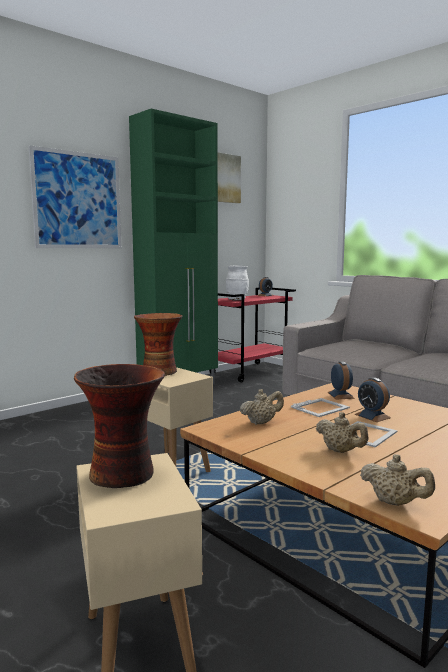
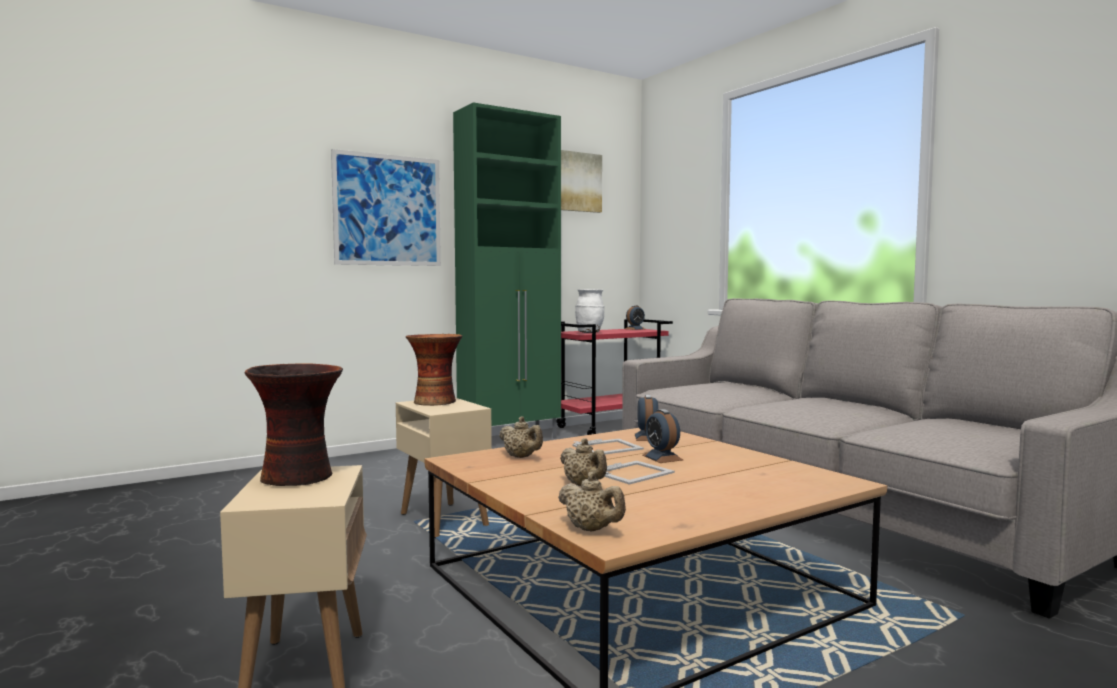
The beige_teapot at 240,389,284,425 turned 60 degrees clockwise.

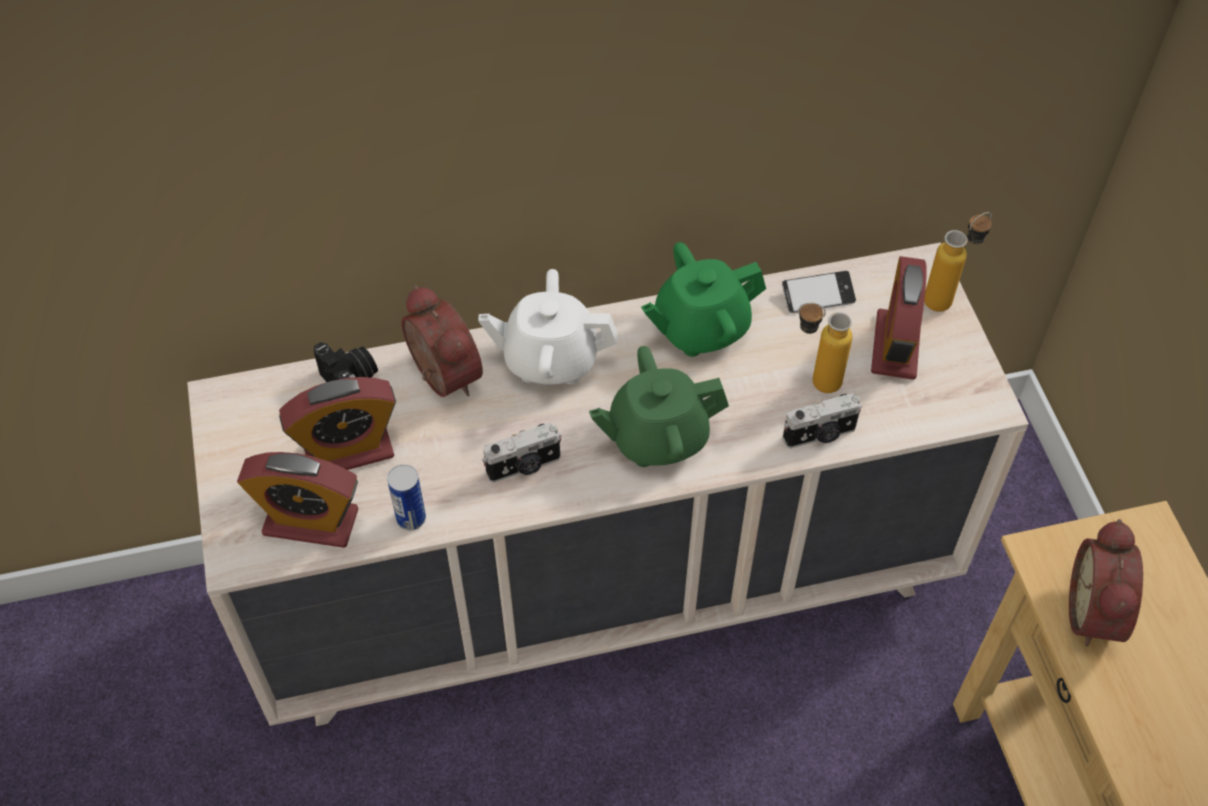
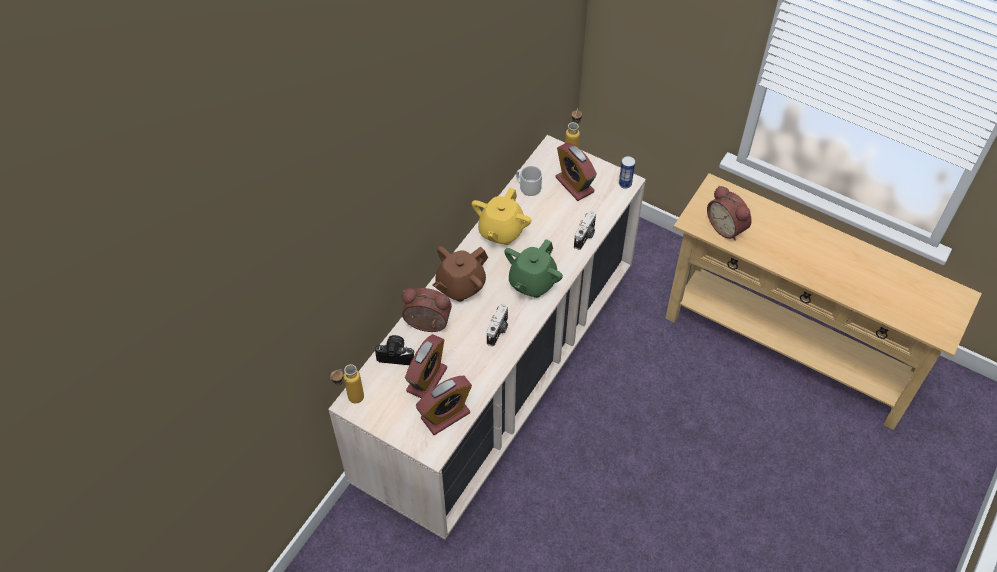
The can moved from 387,465,426,530 to 619,156,635,189. The white_teapot at 478,269,618,385 became the brown_teapot at 433,246,488,302. The green_teapot at 641,242,766,357 became the yellow_teapot at 472,187,531,245. The phone at 782,271,856,313 was replaced by the grey_mug at 516,166,542,196. The bottle moved from 798,303,852,393 to 330,364,364,403.

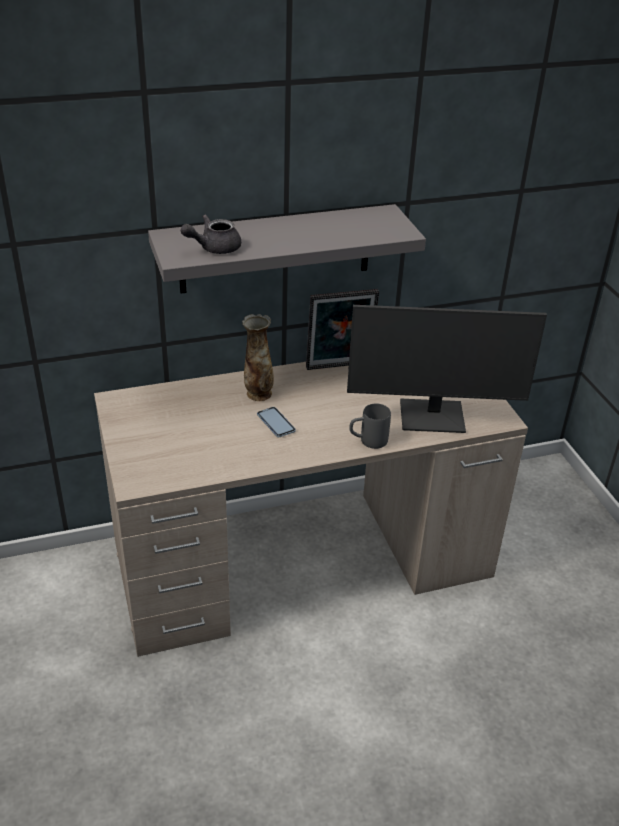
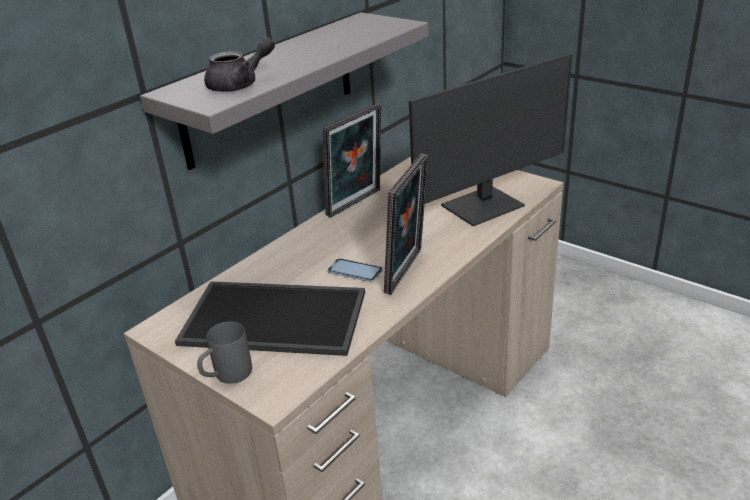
The grey_teapot at 181,215,241,254 turned 150 degrees counterclockwise. The vase at 242,314,274,401 disappeared. The grey_mug moved from 349,403,391,449 to 197,322,252,384. The tray at 175,281,365,356 appeared. The picture_frame at 384,153,428,295 appeared.

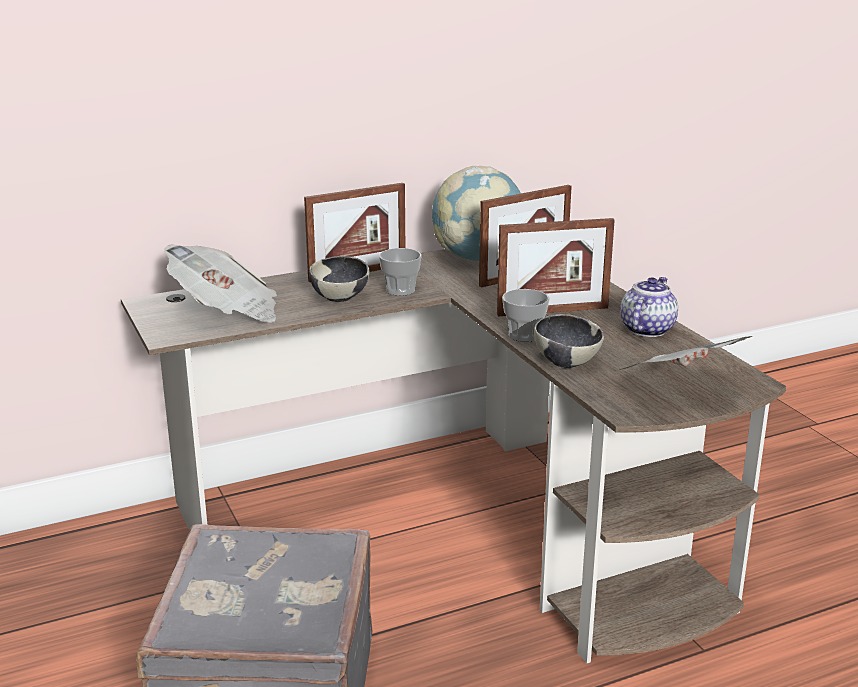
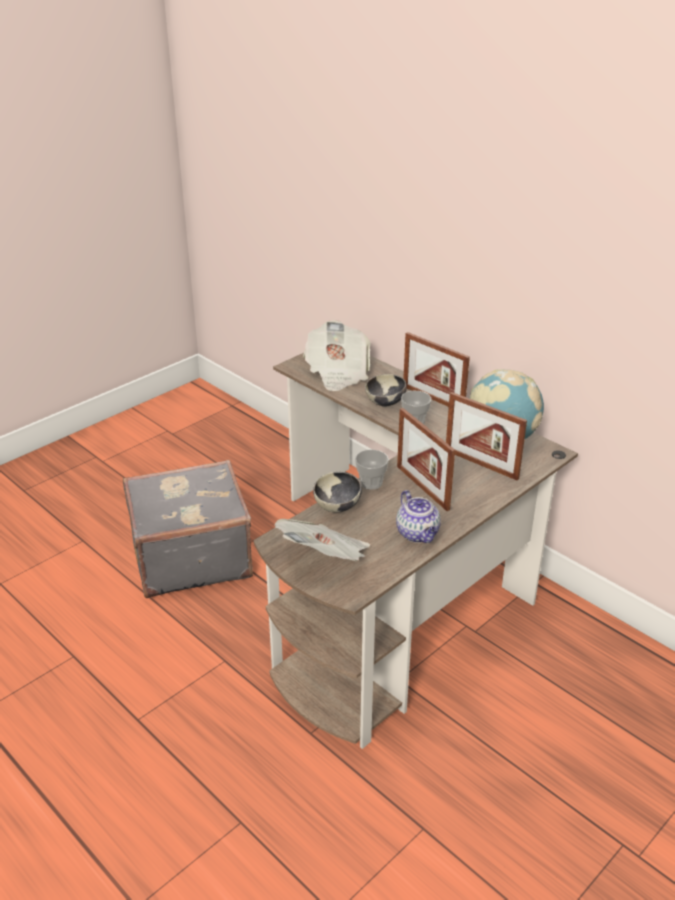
The teapot at 620,277,678,337 turned 60 degrees clockwise.

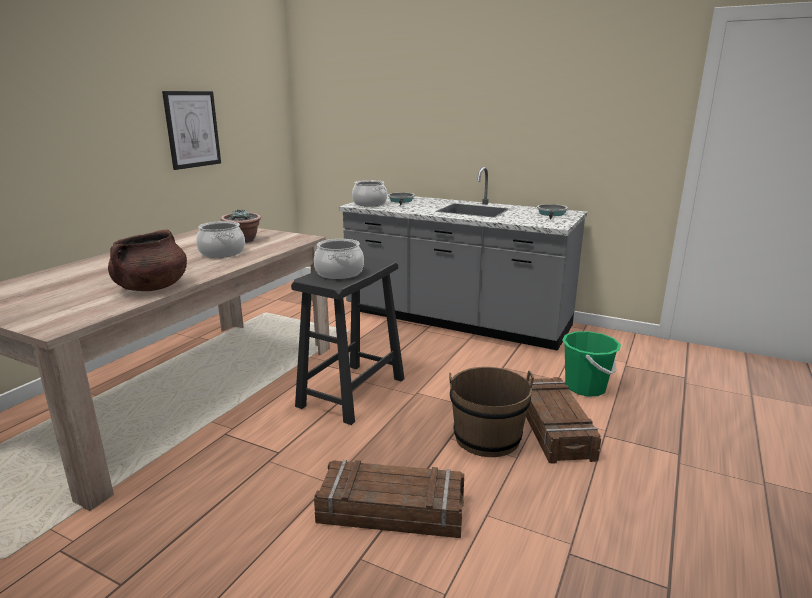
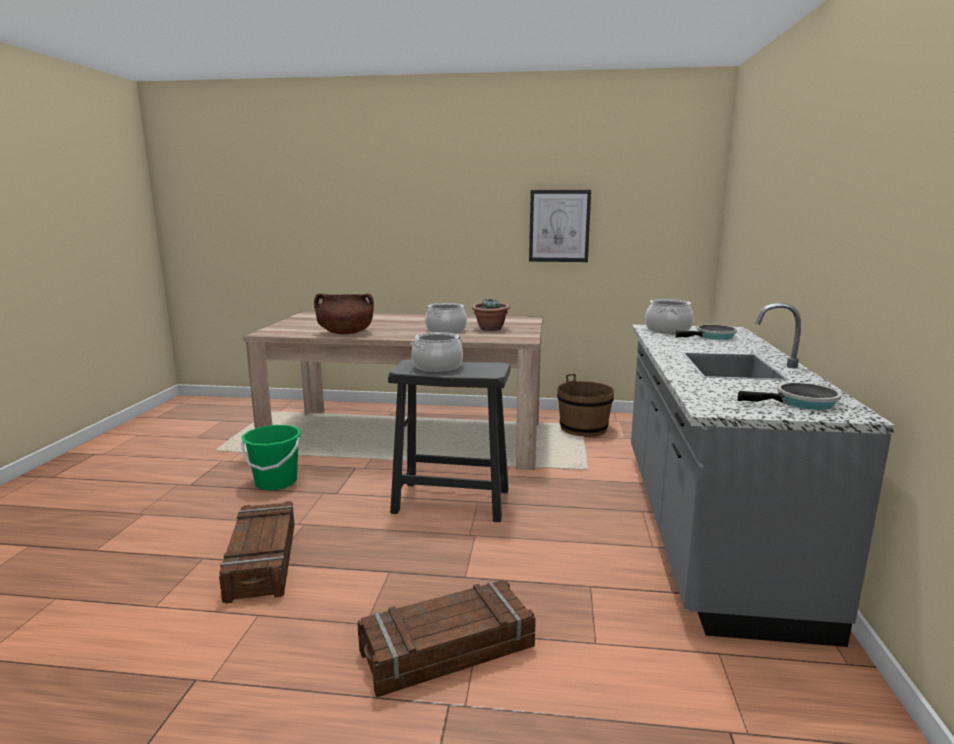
The brown_bucket moved from 449,367,534,457 to 557,374,615,437. The green_bucket moved from 562,331,621,397 to 241,425,301,490.

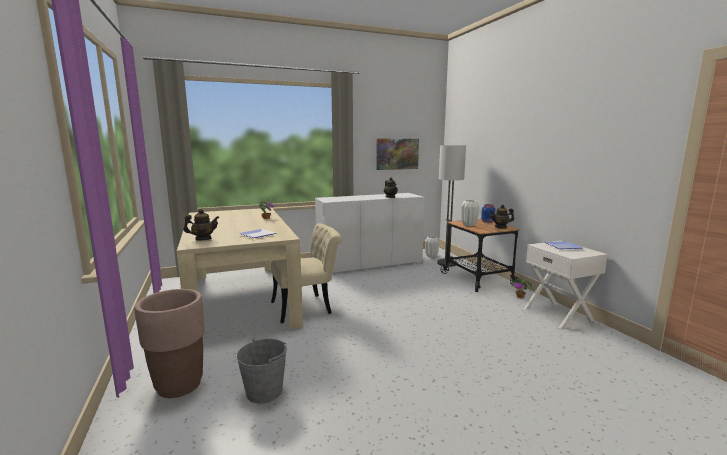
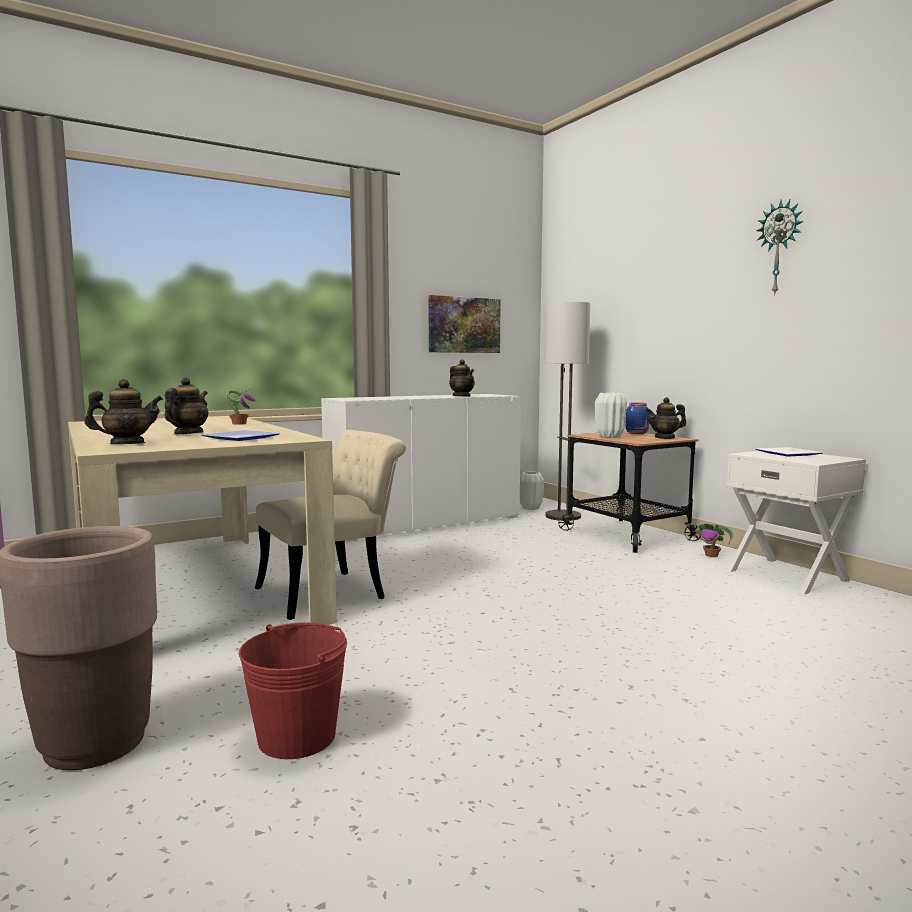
The grey_bucket at 236,338,287,404 became the red_bucket at 239,622,347,759. The teapot at 164,377,209,434 appeared. The wall_clock at 756,200,804,295 appeared.

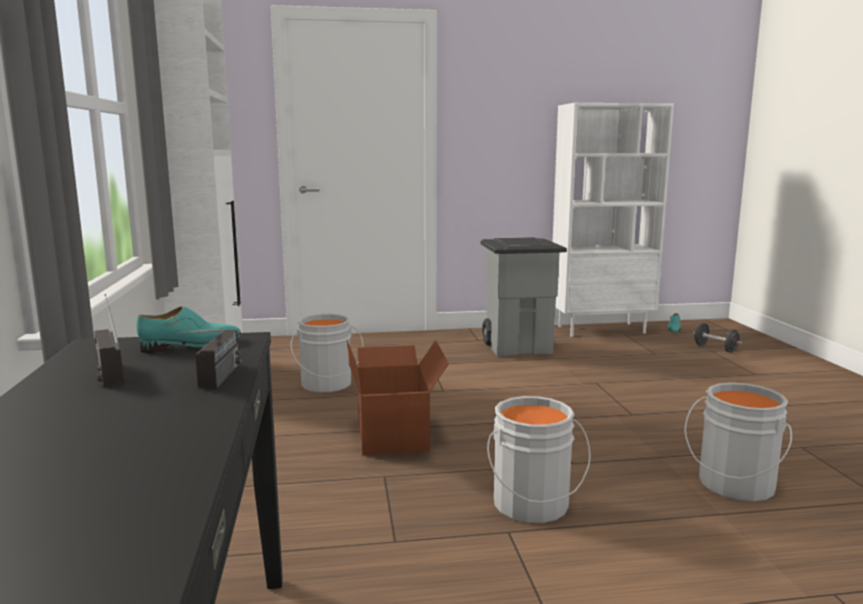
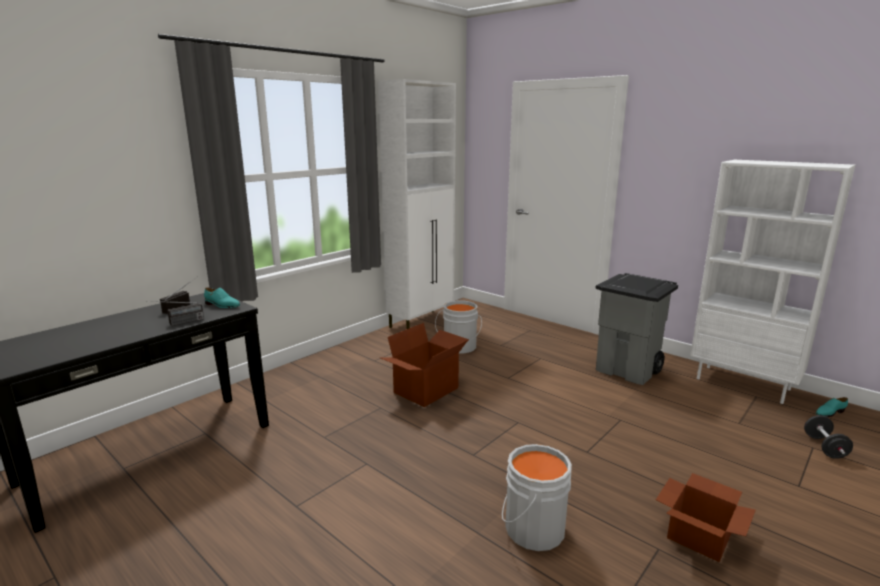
The grey_bucket at 487,396,590,523 disappeared. The cardboard_box at 656,473,756,562 appeared.

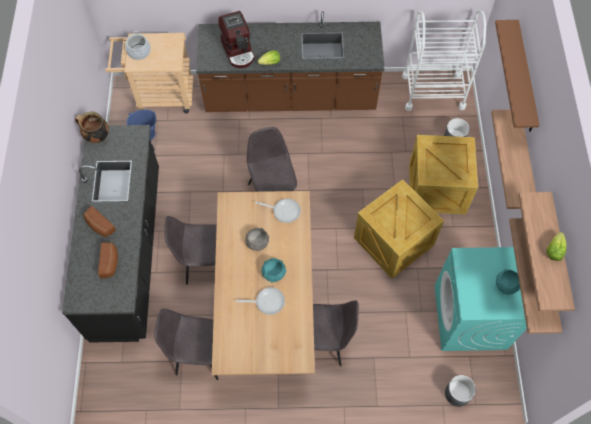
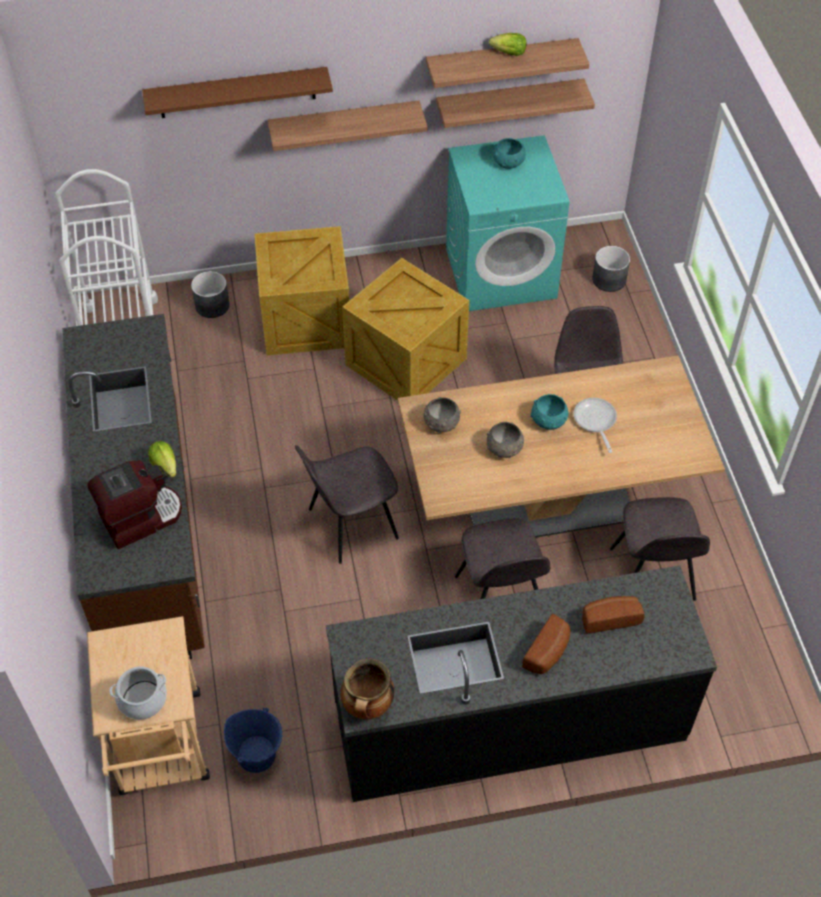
The frying_pan at 256,199,301,223 was replaced by the grey_bowl at 423,397,461,433.

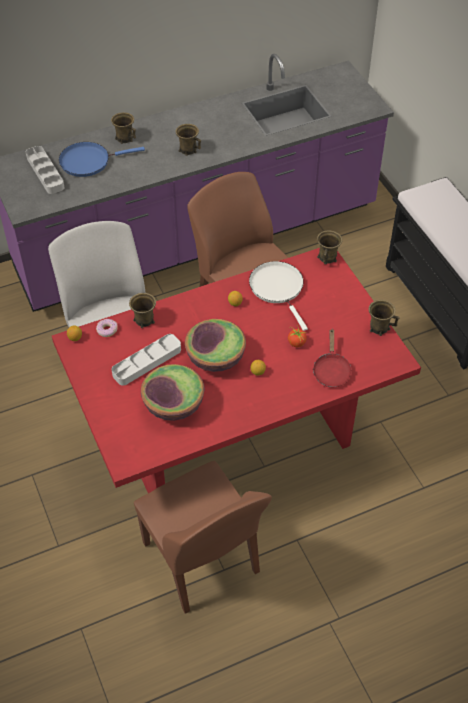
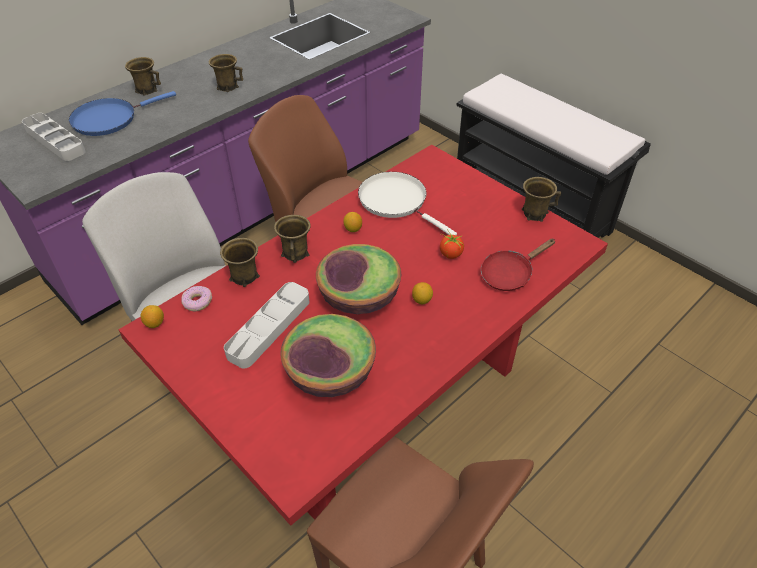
The red_frying_pan at 312,329,352,387 turned 75 degrees clockwise. The brown_mug moved from 317,230,342,264 to 274,215,311,263.

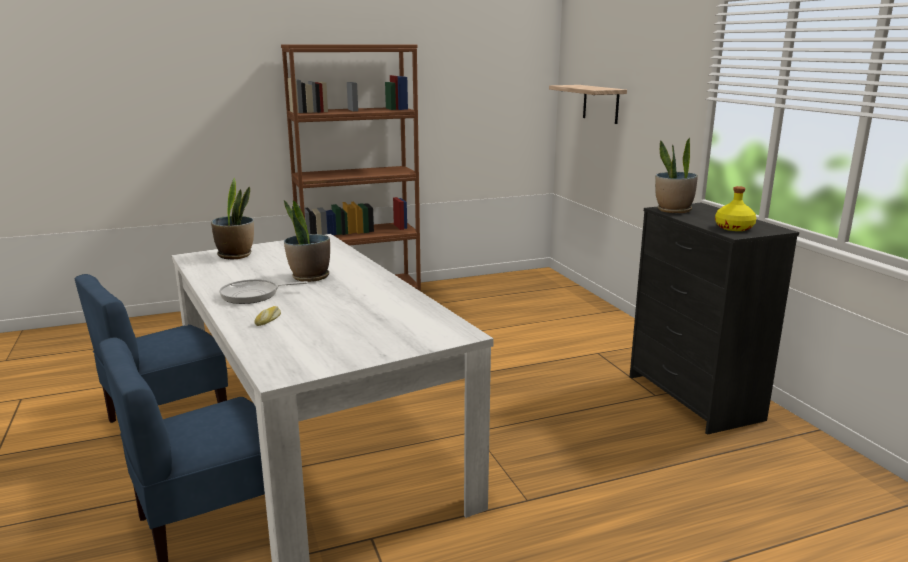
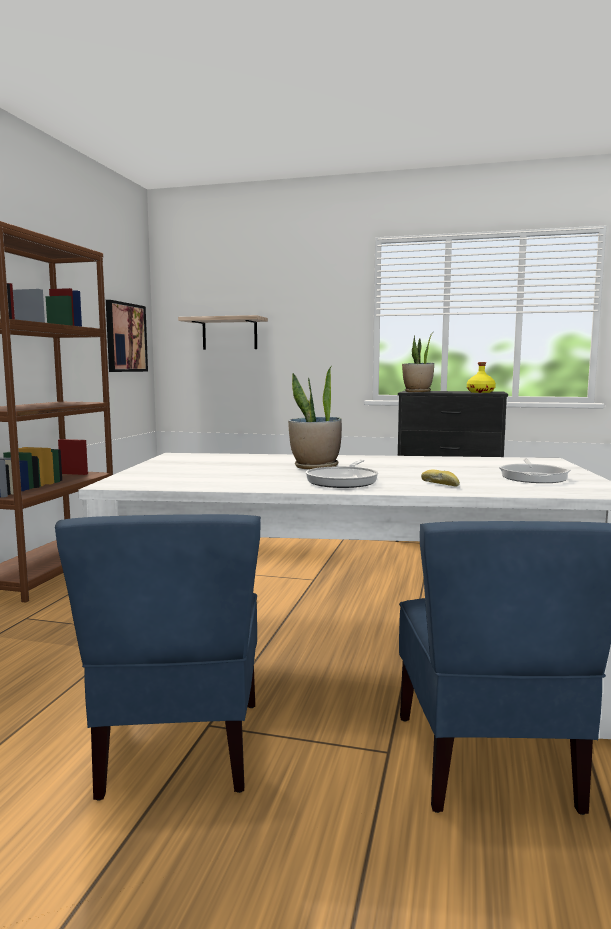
The potted_plant at 211,178,254,259 disappeared. The picture at 106,300,148,372 appeared. The frying_pan at 499,458,571,483 appeared.

